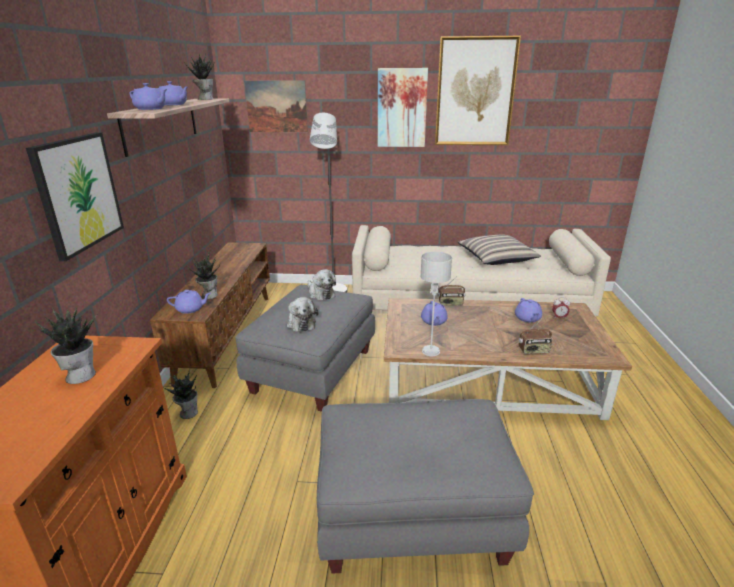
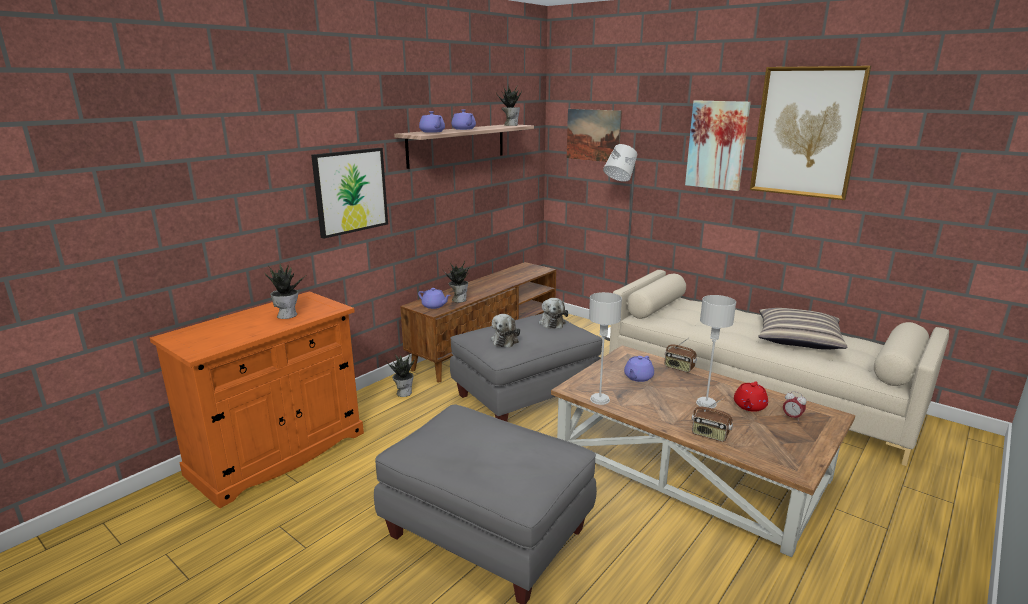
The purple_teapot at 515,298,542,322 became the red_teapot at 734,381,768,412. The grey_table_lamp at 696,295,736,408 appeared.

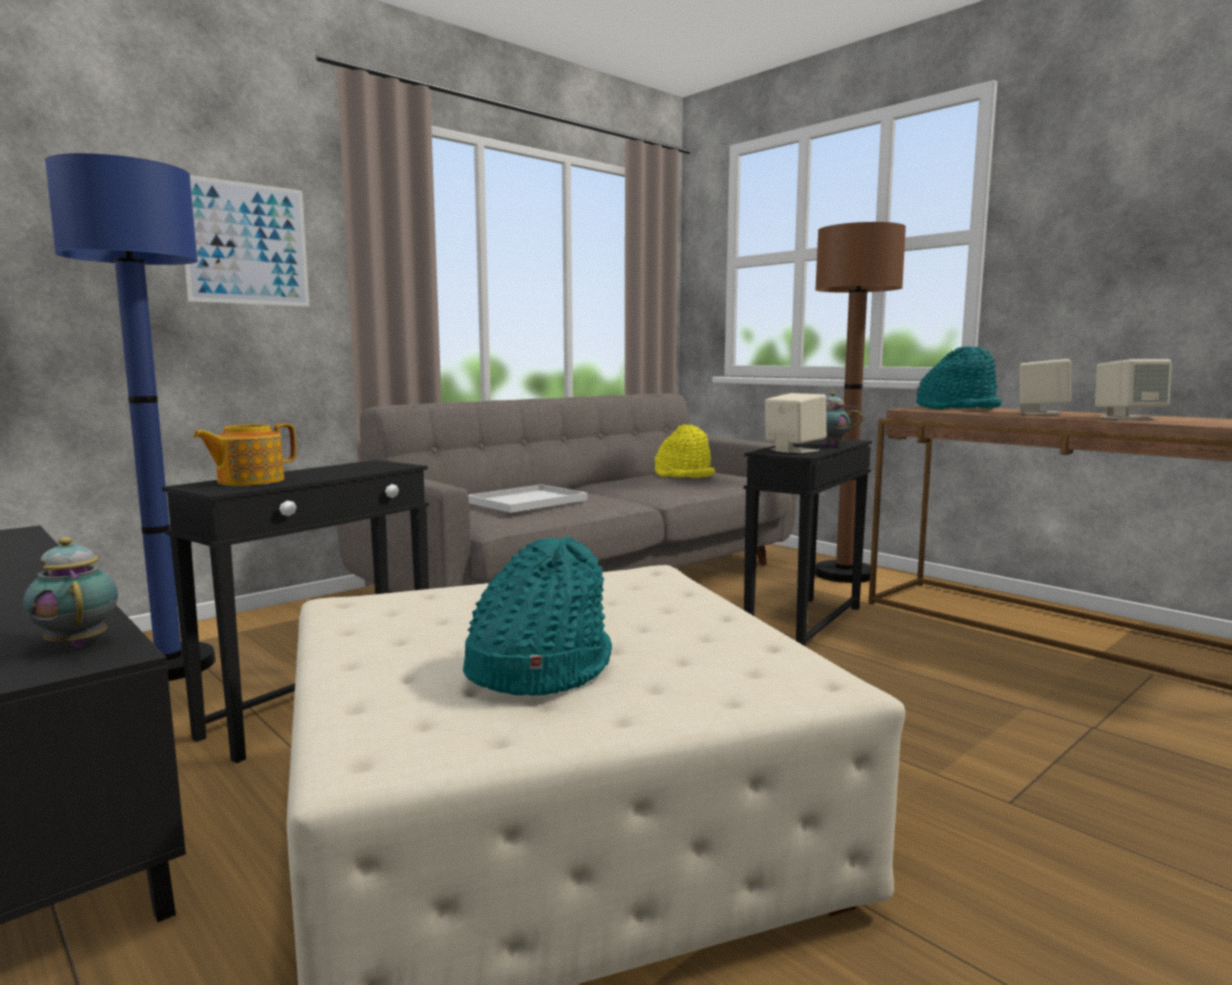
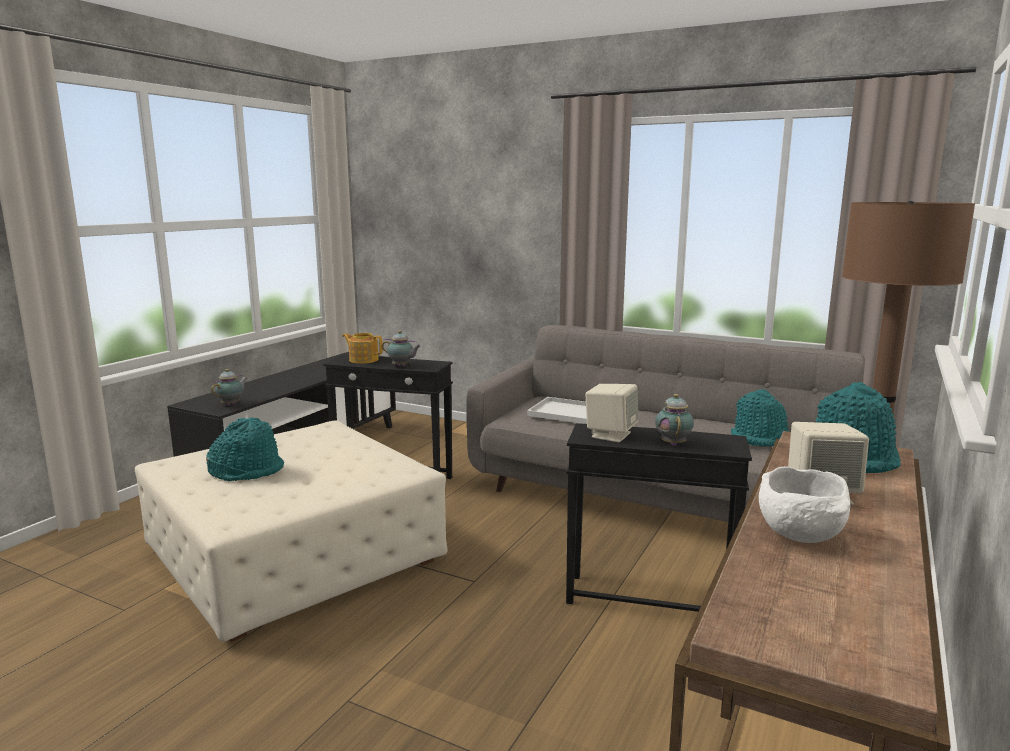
The blue_floor_lamp at 45,153,216,681 disappeared. The picture at 185,175,310,307 disappeared. The yellow_hat at 655,424,715,478 became the turquoise_hat at 731,389,789,446. The beige_speaker at 1095,359,1172,420 was replaced by the white_bowl at 759,466,851,543. The teapot at 382,330,421,367 appeared.

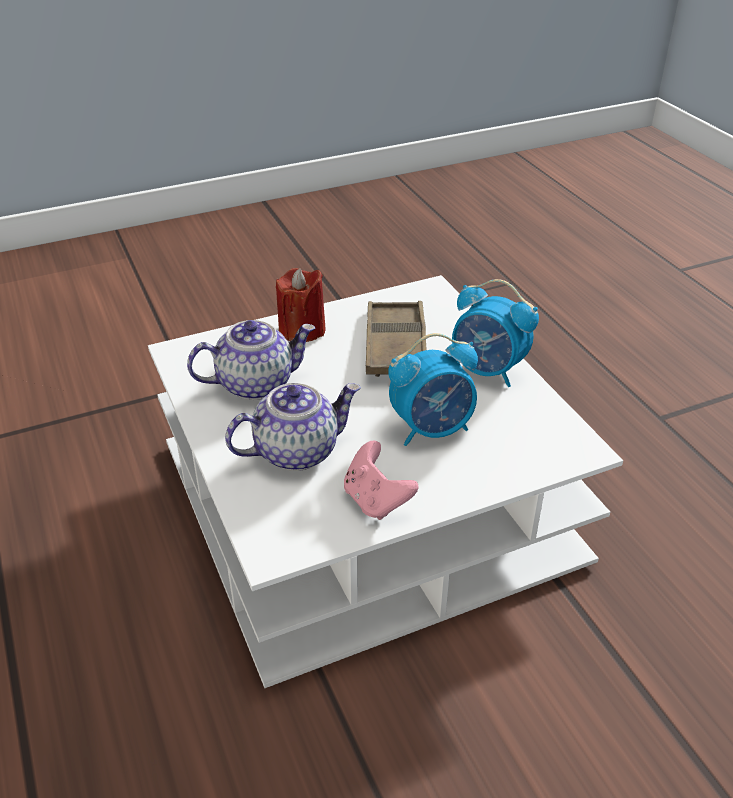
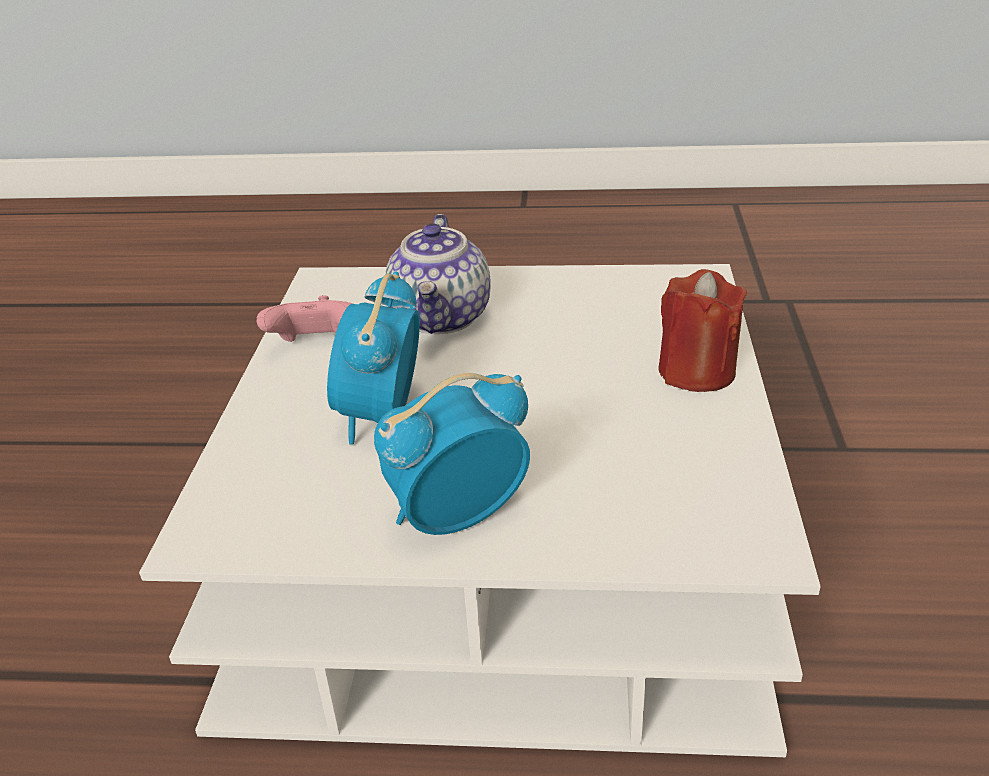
The teapot at 187,320,316,400 disappeared. The brown_tray at 366,301,427,377 disappeared.

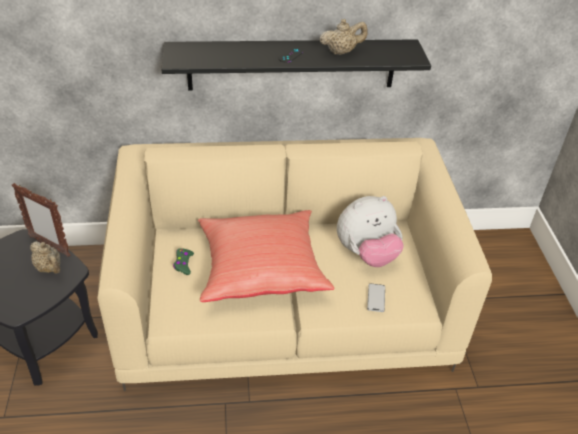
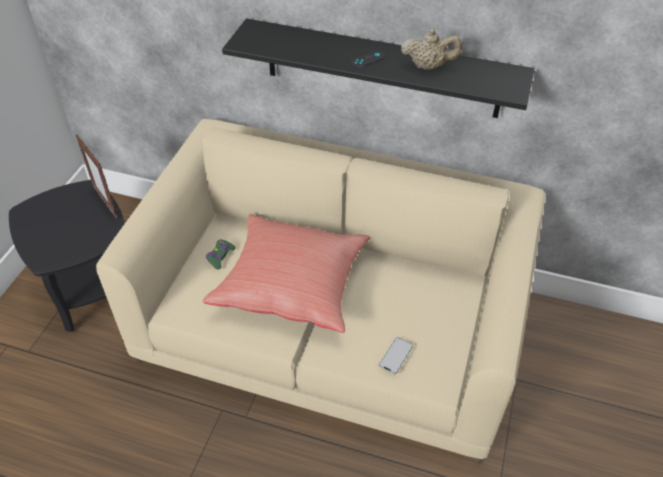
The beige_teapot at 30,241,61,274 disappeared. The plush_toy at 337,196,404,267 disappeared.

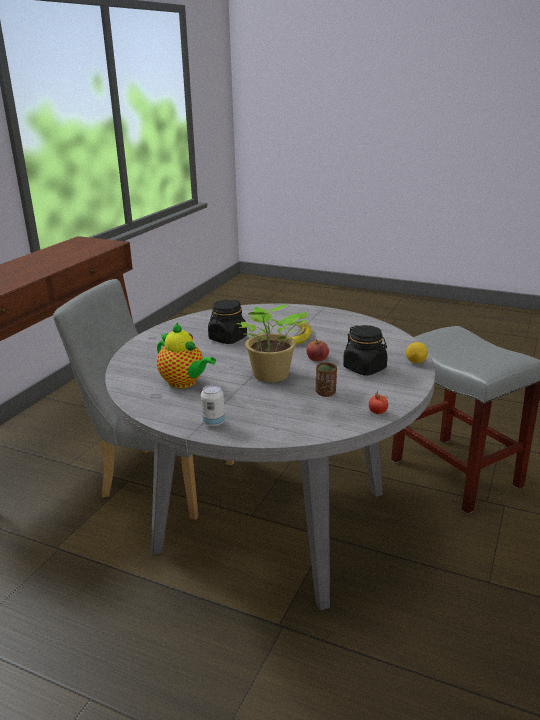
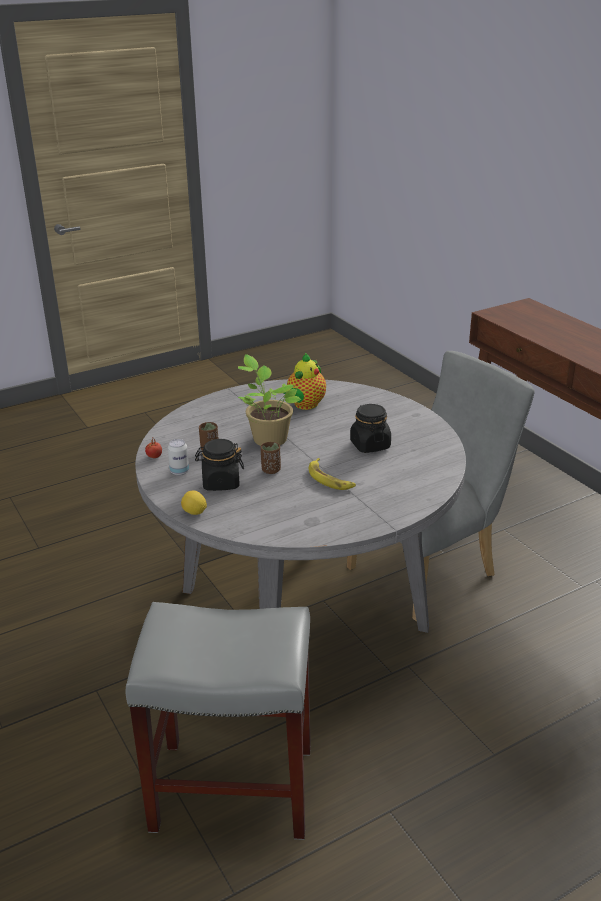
The teapot at 157,322,216,388 turned 45 degrees counterclockwise. The can moved from 201,385,225,427 to 168,439,189,476. The apple at 306,340,329,361 was replaced by the brown_cup at 261,442,281,474.

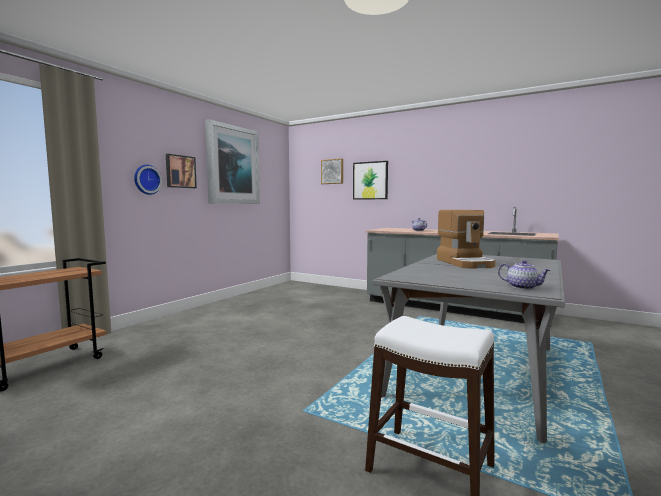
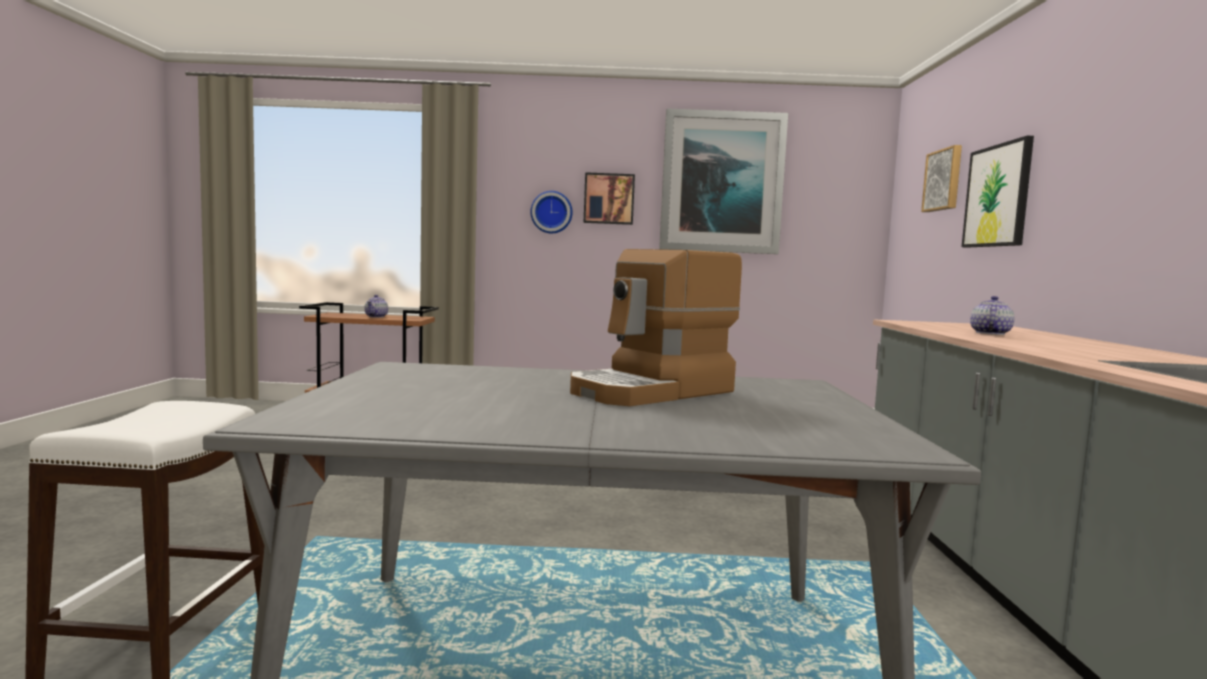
The teapot moved from 498,260,550,290 to 365,295,388,318.

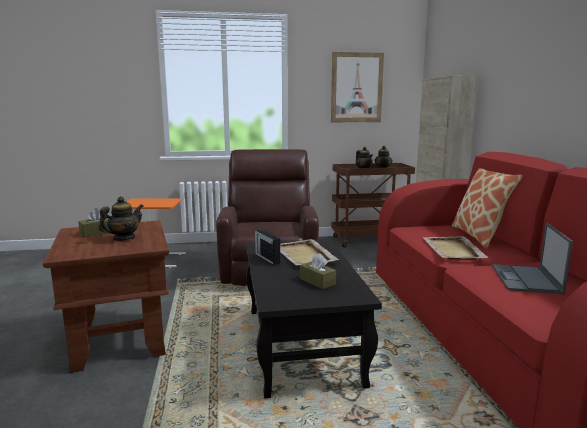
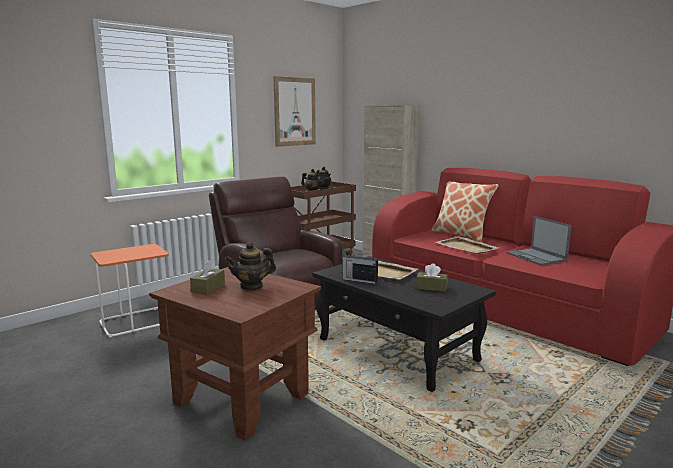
The teapot at 99,196,144,241 turned 120 degrees counterclockwise.

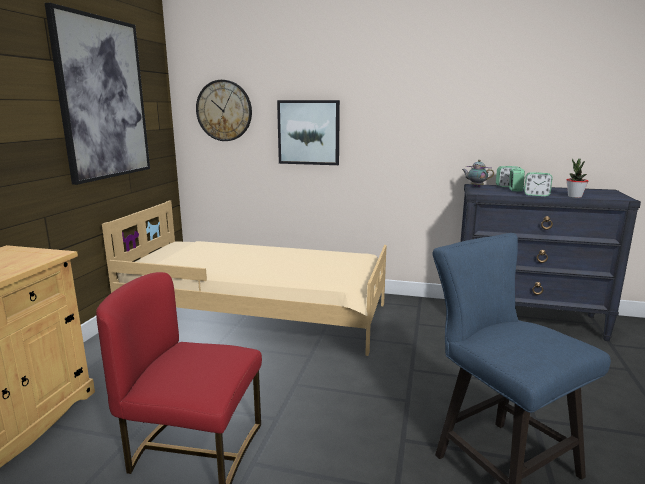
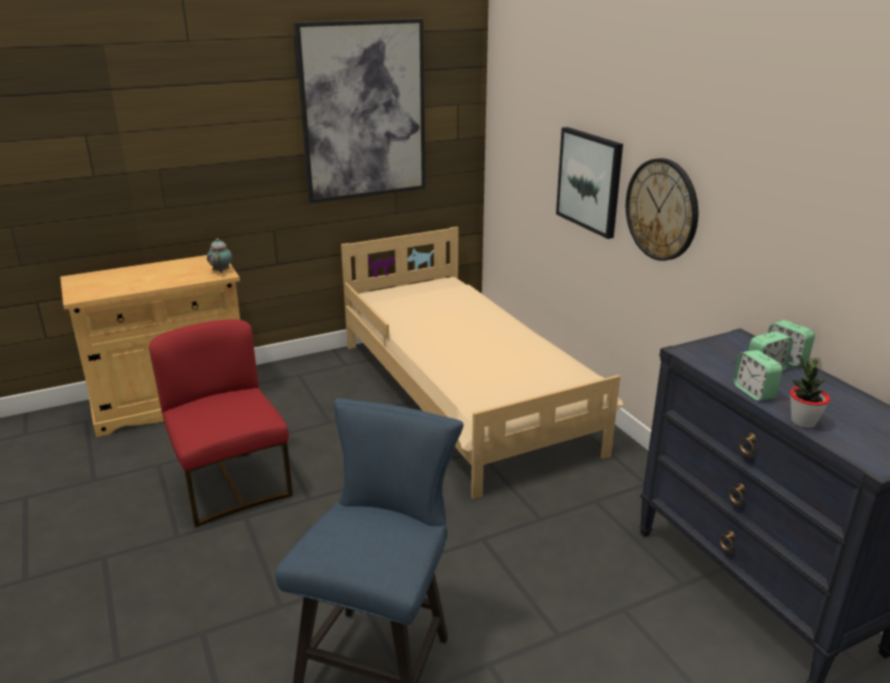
The wall_clock moved from 196,80,252,141 to 626,158,698,261. The teapot moved from 462,160,494,187 to 207,238,232,273.

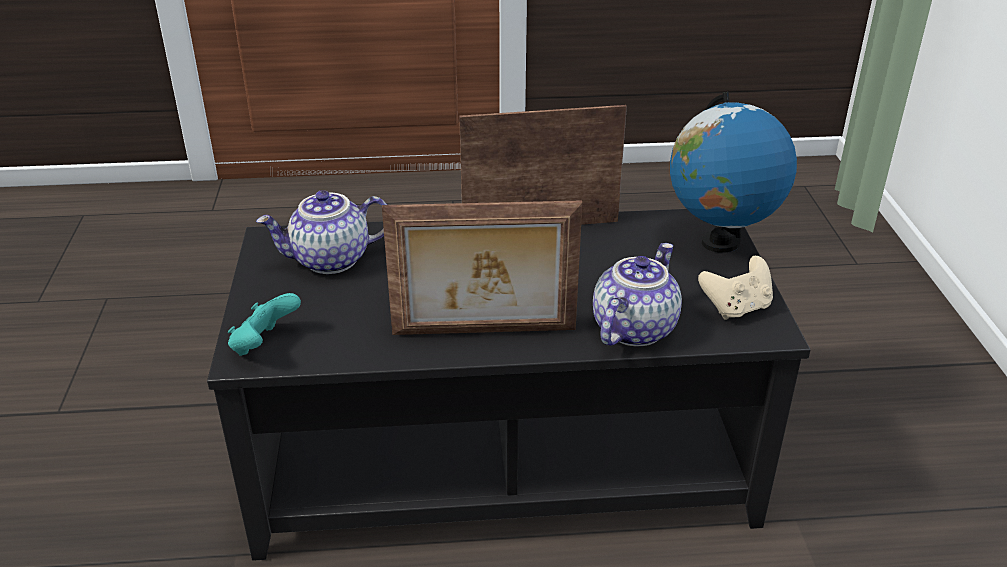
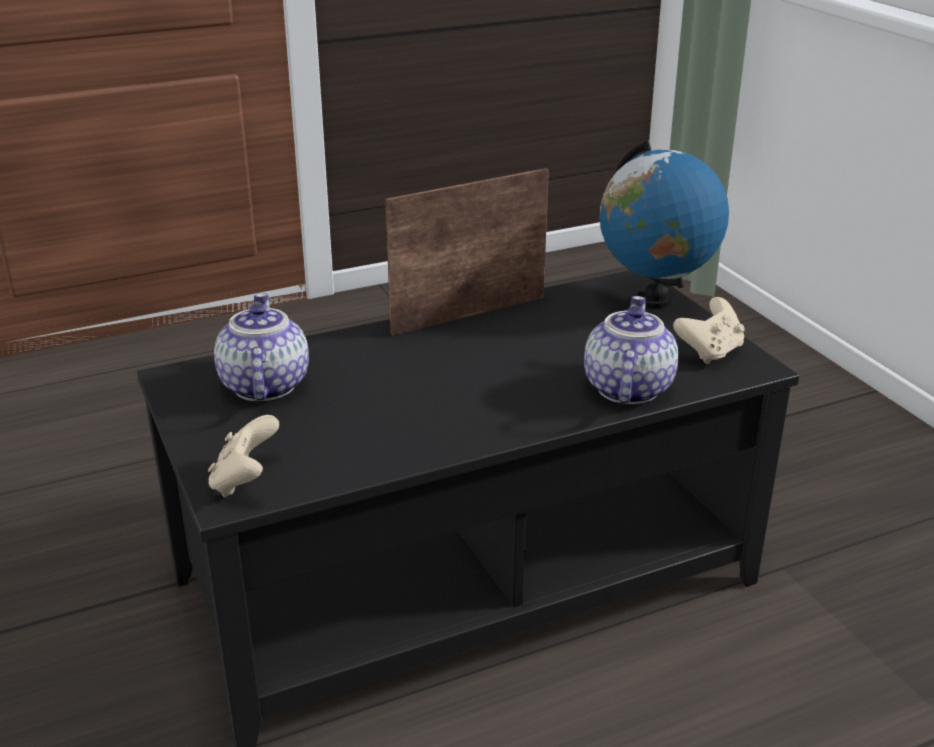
The turquoise_game_controller at 228,293,301,356 became the beige_game_controller at 208,415,279,498. The teapot at 256,190,387,274 turned 120 degrees clockwise. The picture_frame at 382,200,582,335 disappeared.

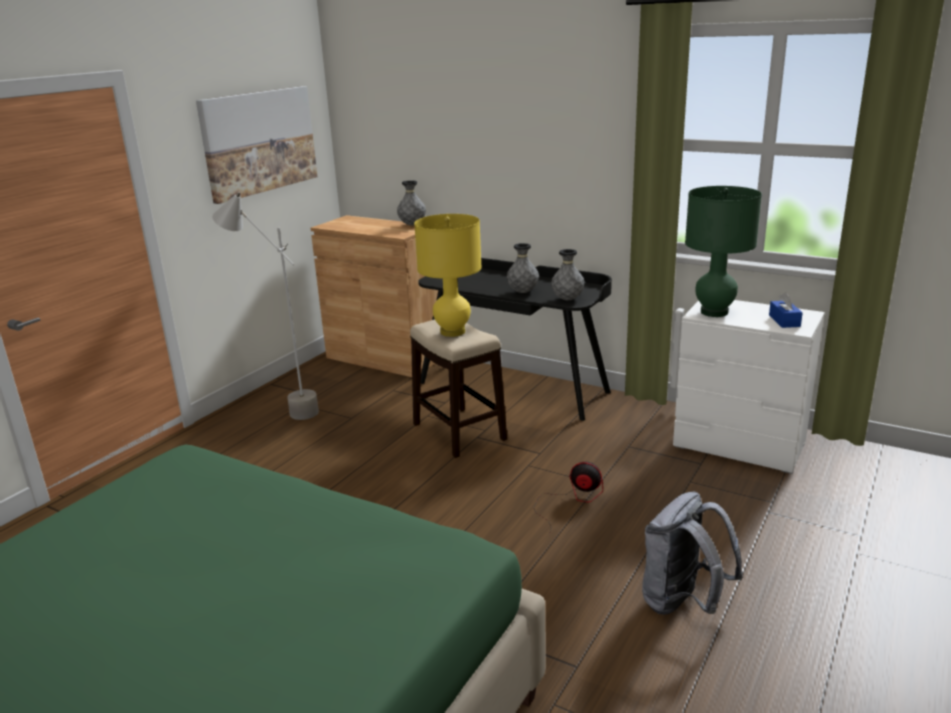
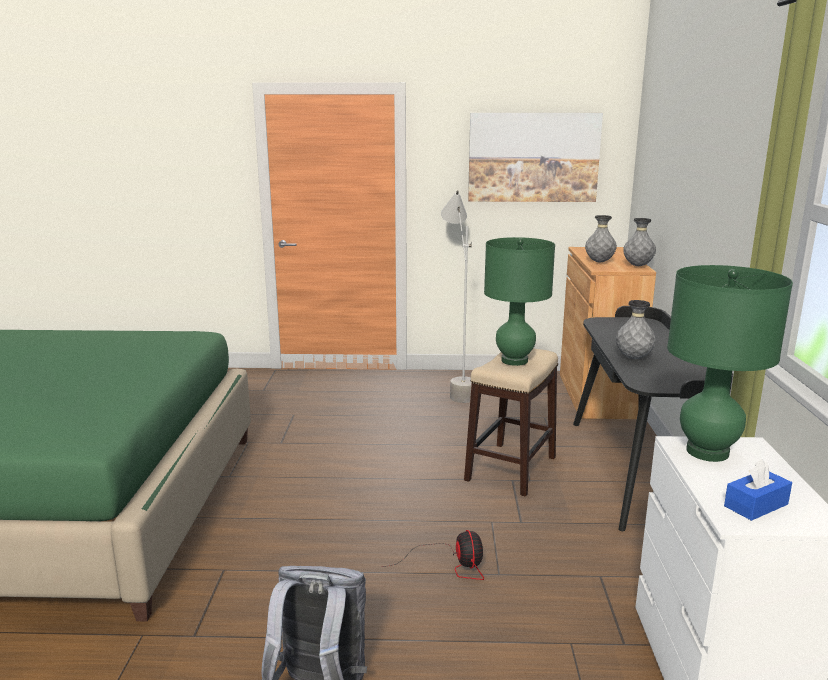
The yellow_table_lamp at 414,214,482,337 became the green_table_lamp at 484,237,555,366. The grey_vase moved from 551,249,585,300 to 585,215,617,263.

